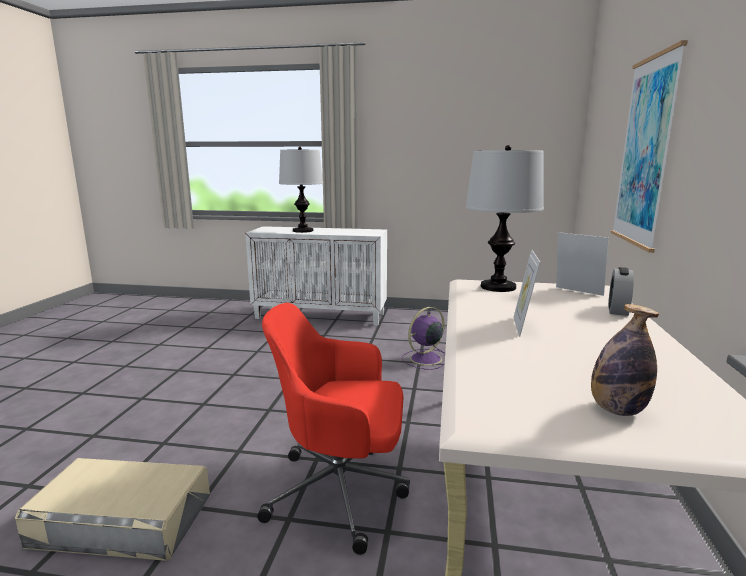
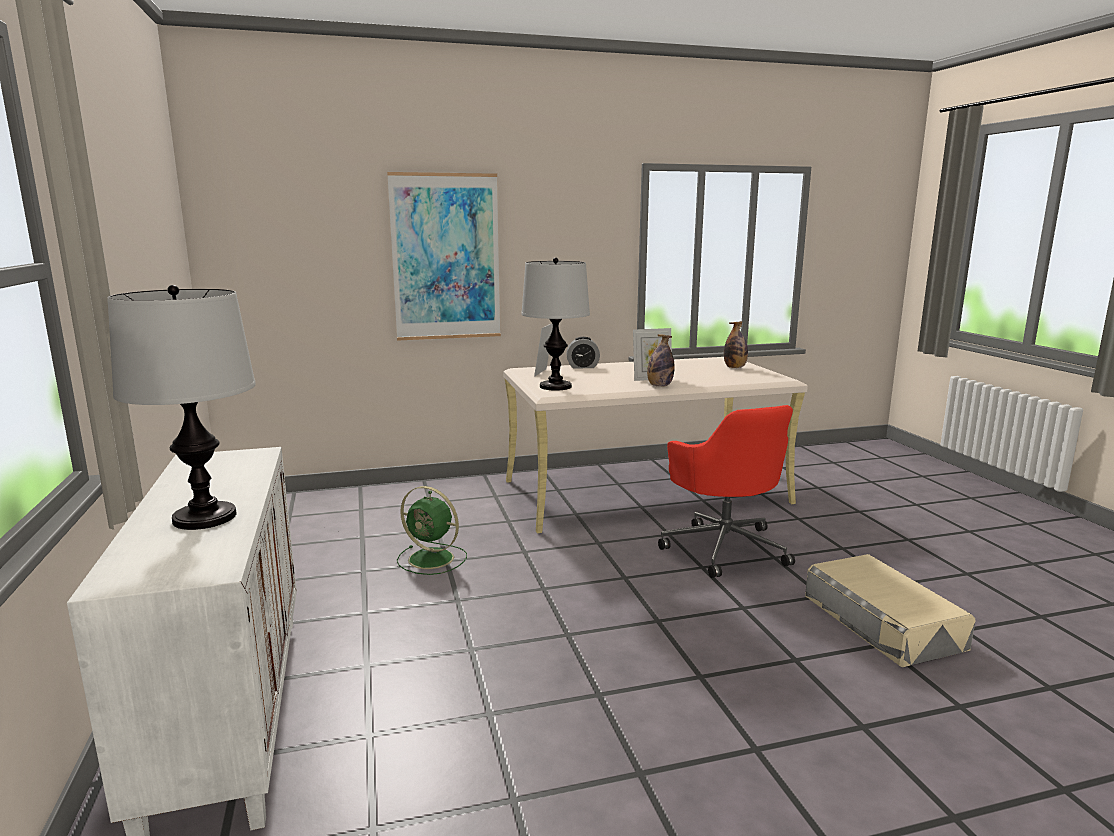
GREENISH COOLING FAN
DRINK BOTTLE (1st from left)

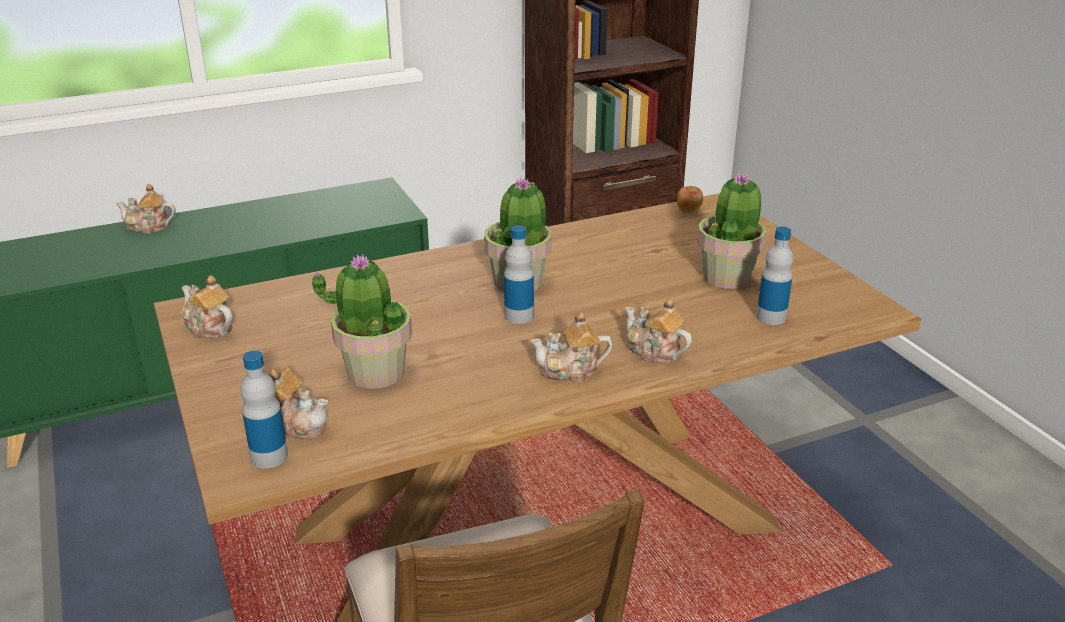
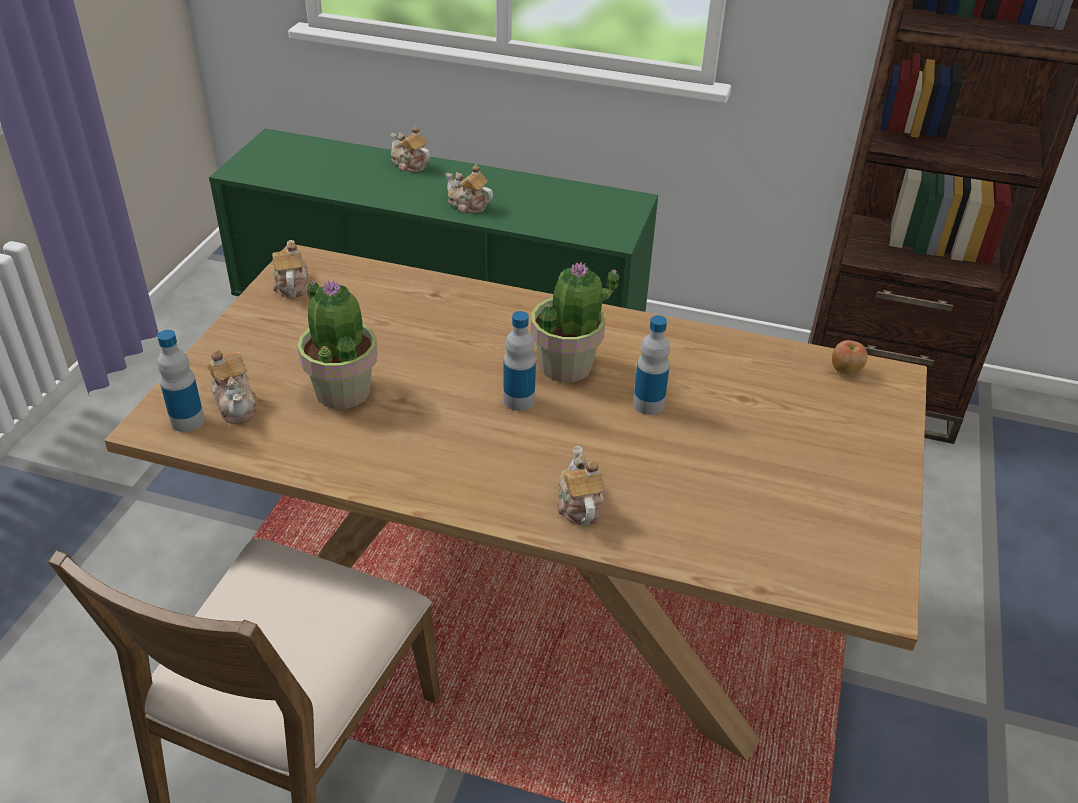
TEAPOT (4th from left)
POTTED PLANT (3rd from left in the first image)
DRINK BOTTLE (3rd from left)

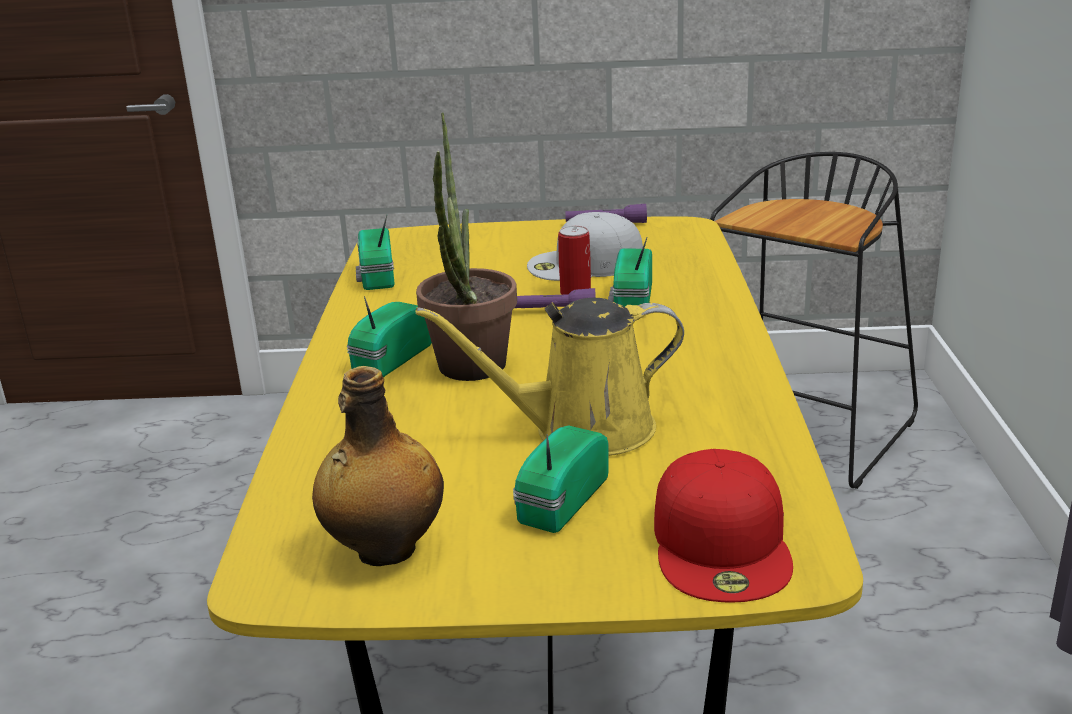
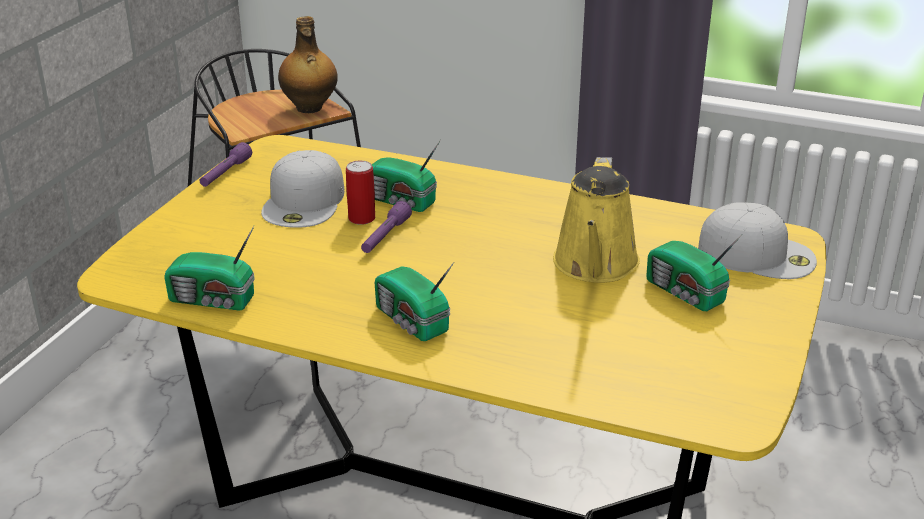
DRINK BOTTLE
POTTED PLANT
WHITE CAP (2nd from left)

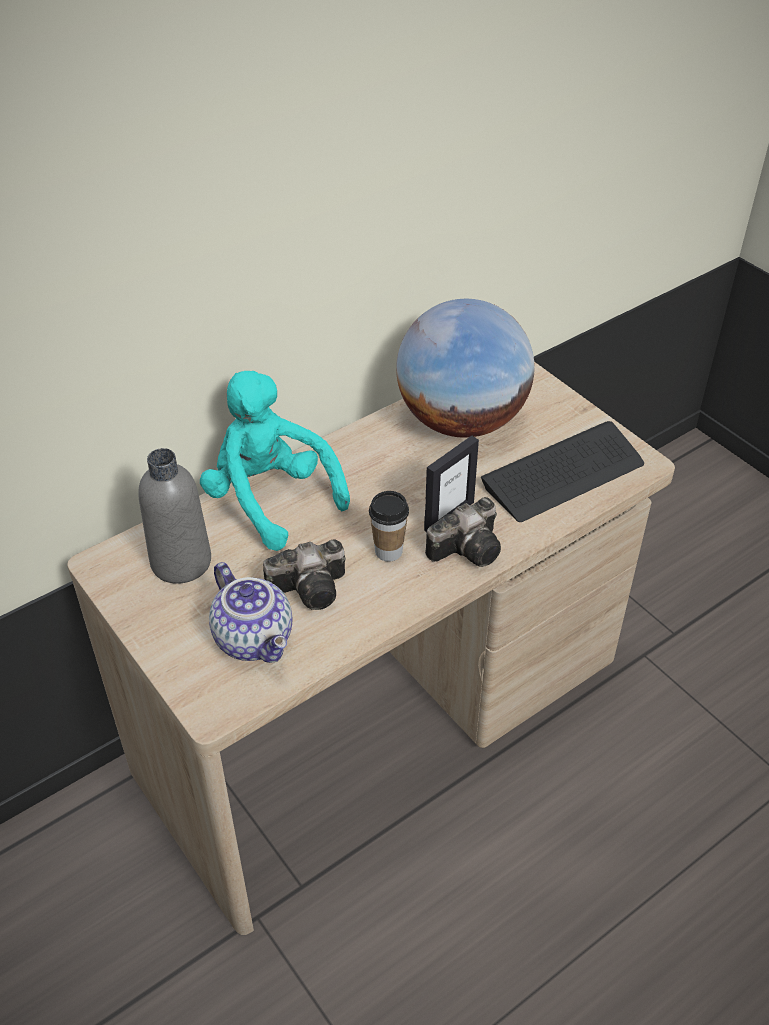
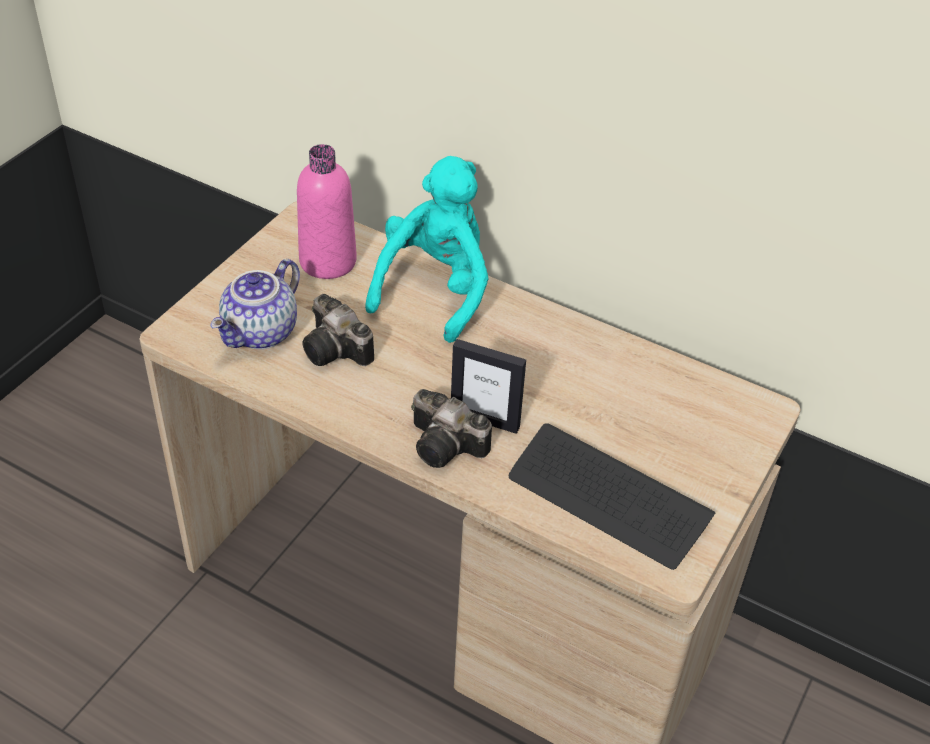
PINKISH DRINK BOTTLE
SMALL CUP
WORLD GLOBE

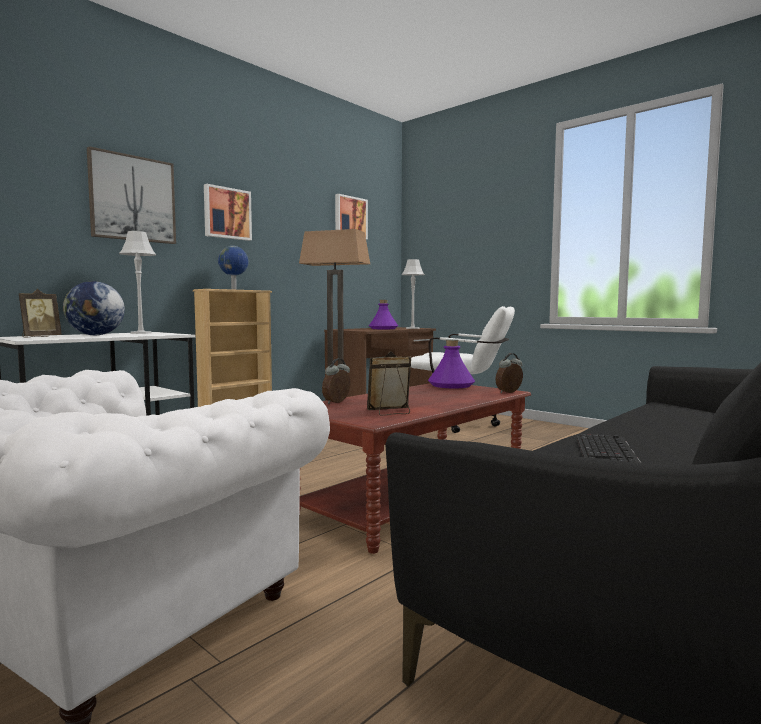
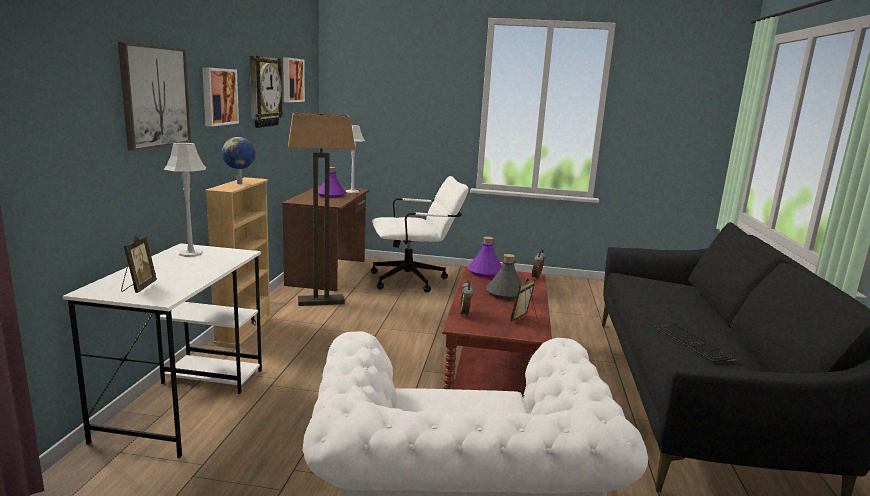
WORLD GLOBE (1st from left in the first image)
HANGING CLOCK
GREYISH DRINK BOTTLE

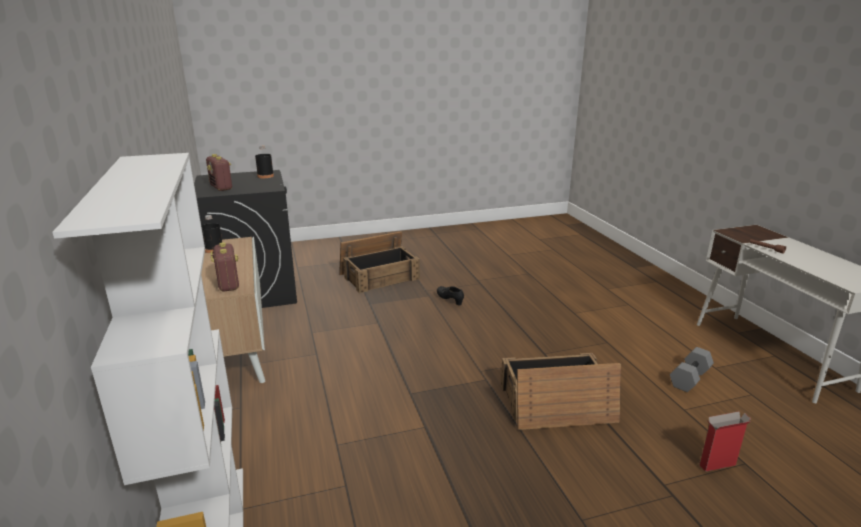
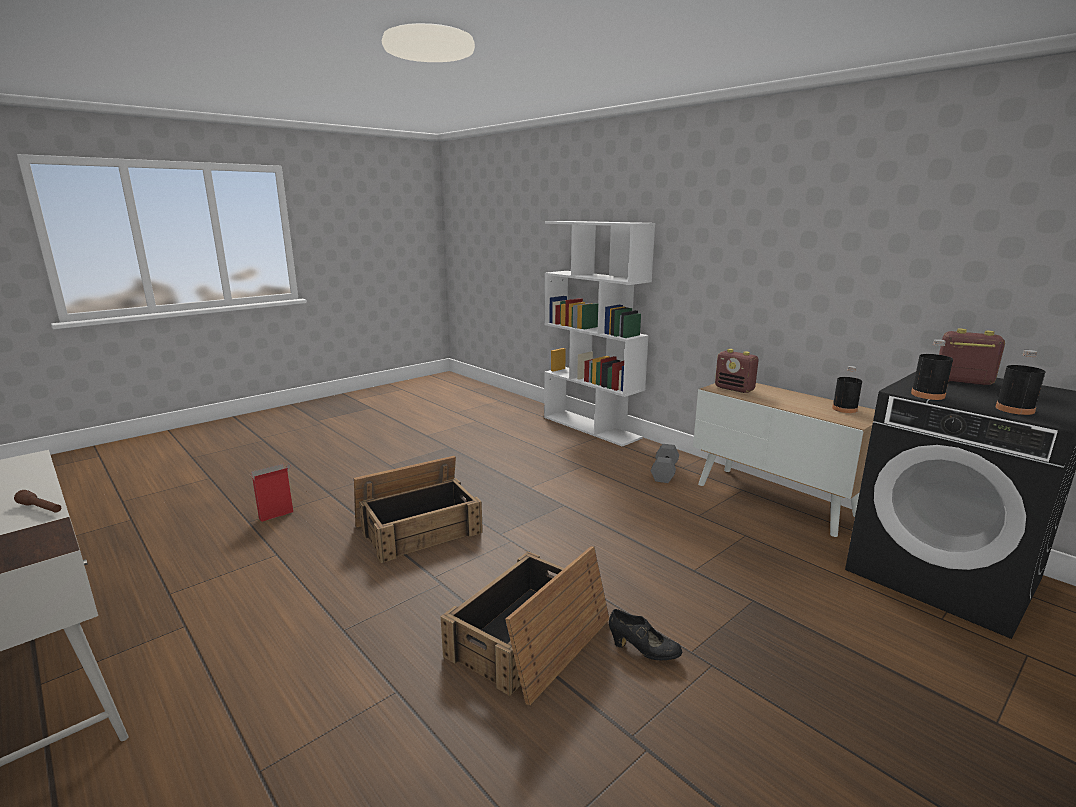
PACKING CRATE (2nd from left)
GREYISH DUMBBELL
BLACK-COLOURED DRINK BOTTLE (2nd from left)

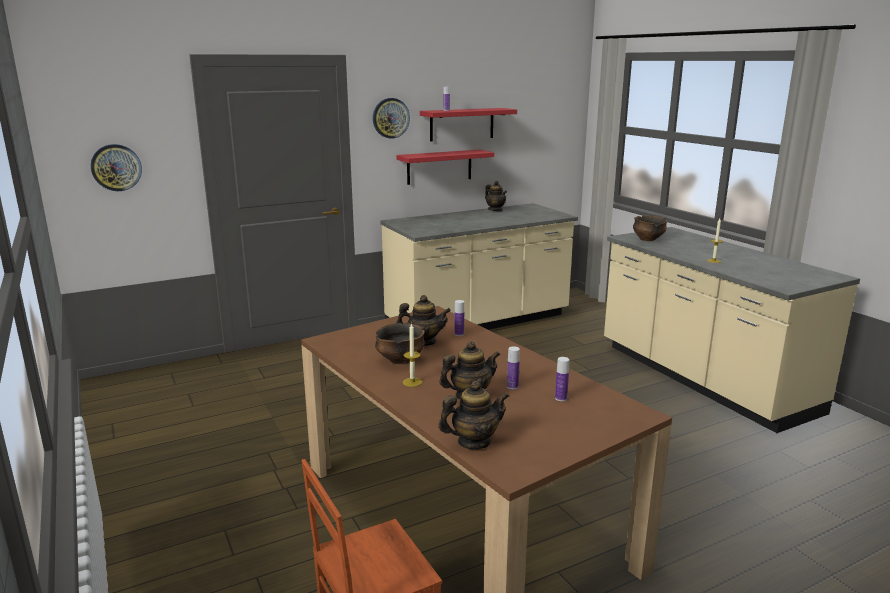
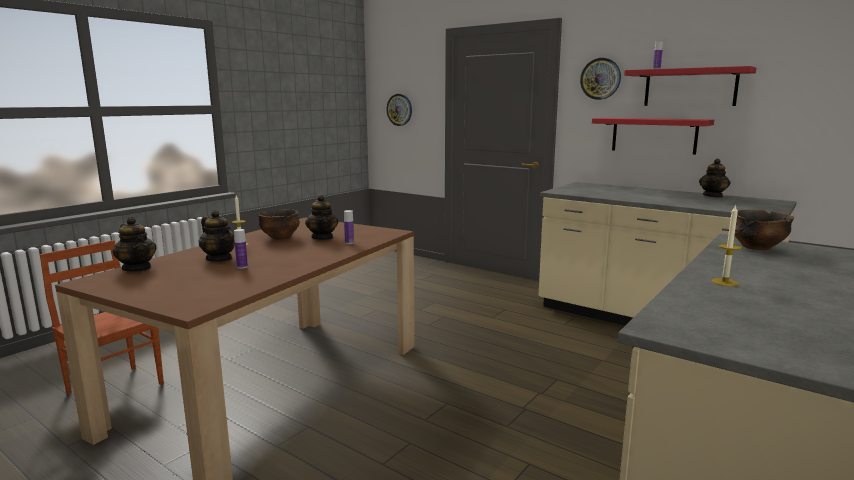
DRINK BOTTLE (4th from left in the first image)

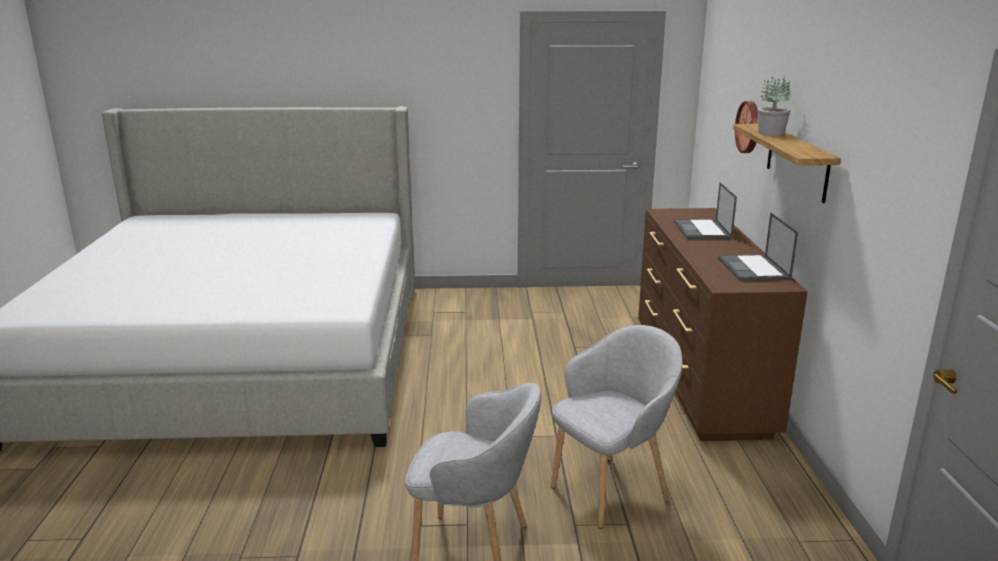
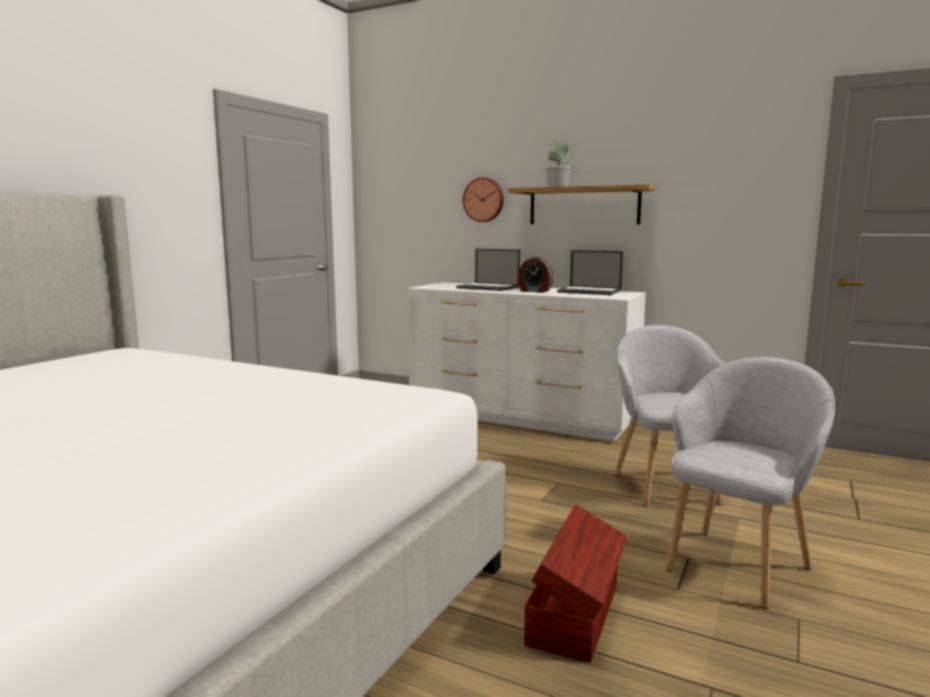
WHITE DRAWER CHEST
ALARM CLOCK
BROWNISH STORAGE CONTAINER

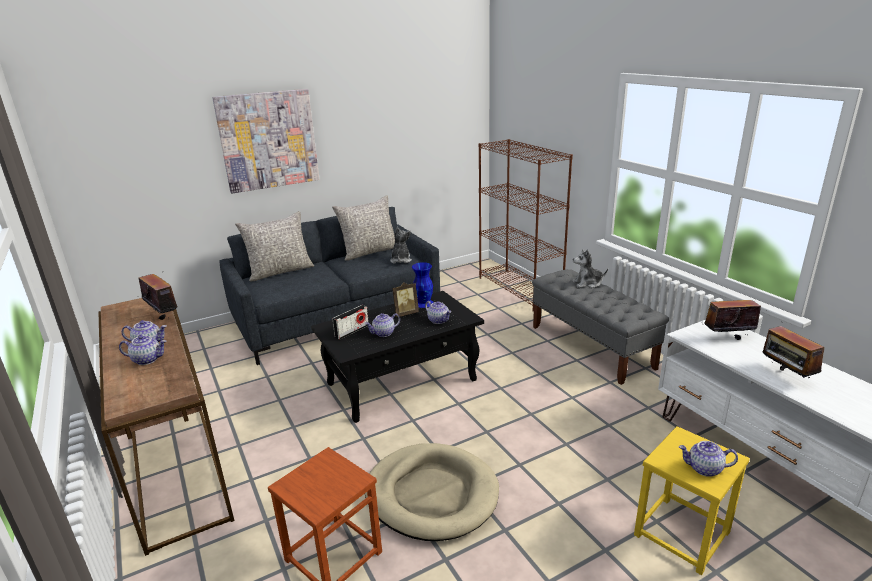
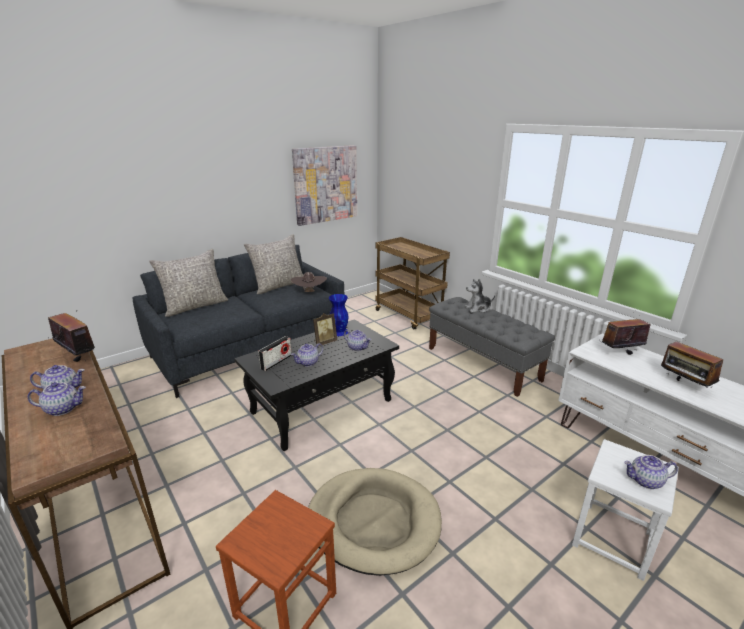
PICTURE
BROWNISH CLOTHING HAT
BROWNISH WHEELED CART
WHITE STOOL

